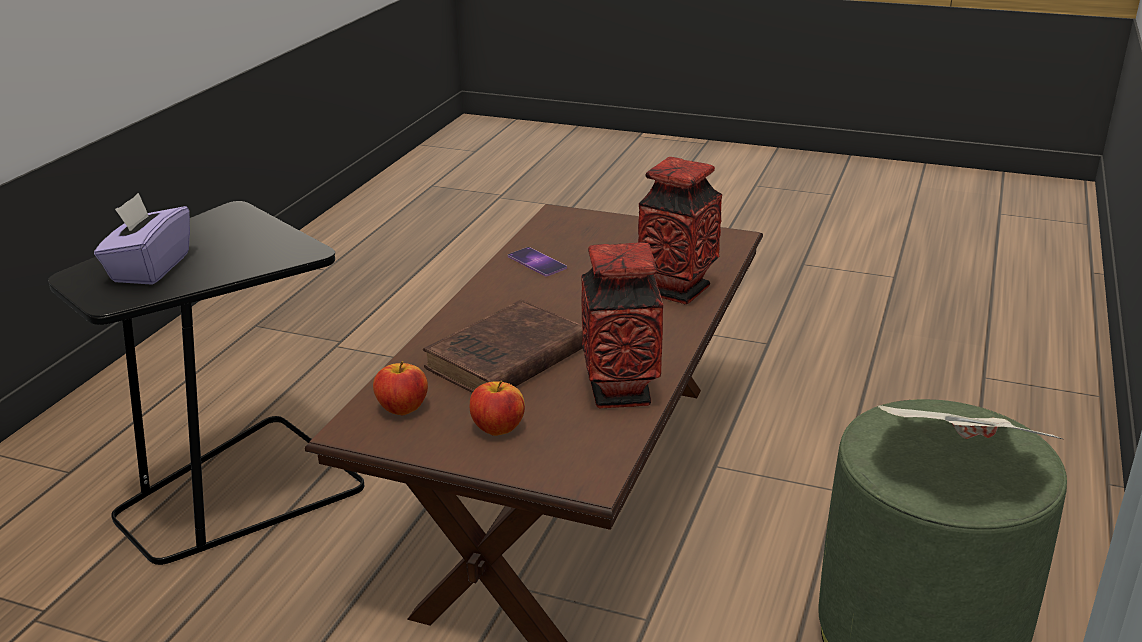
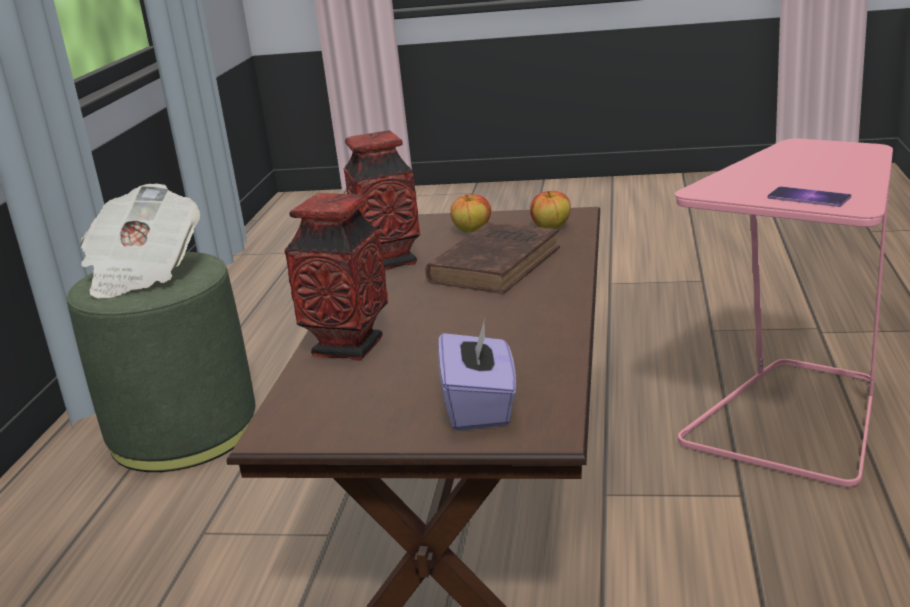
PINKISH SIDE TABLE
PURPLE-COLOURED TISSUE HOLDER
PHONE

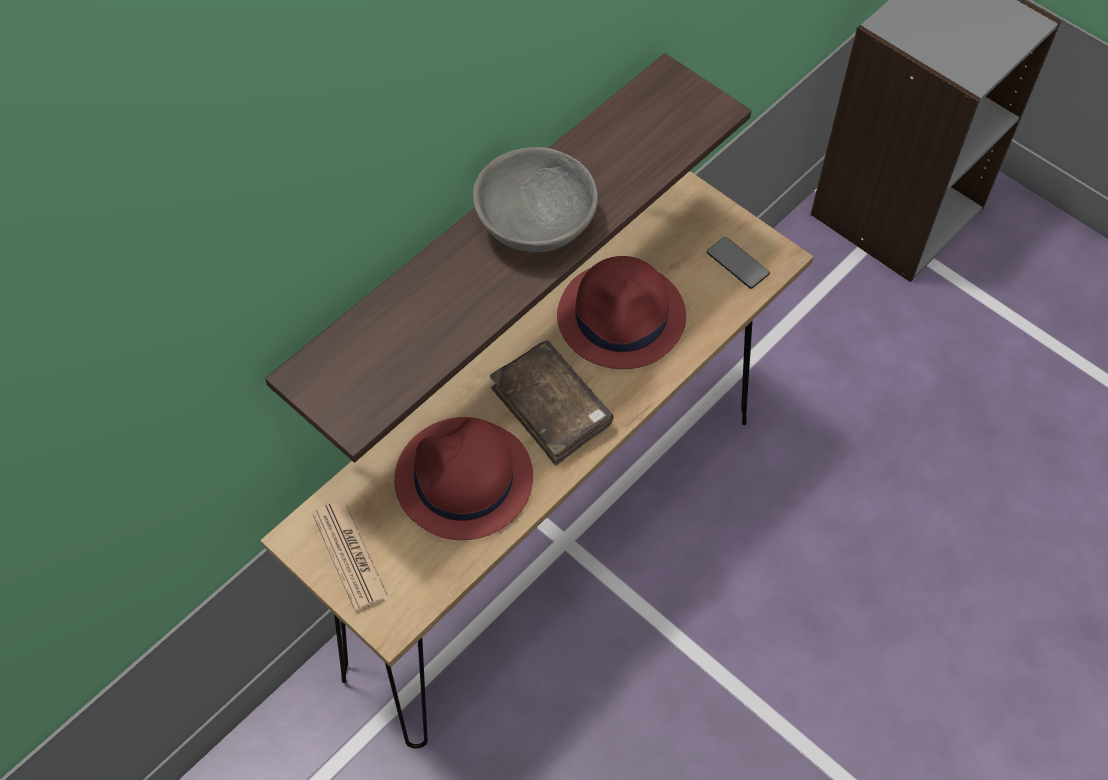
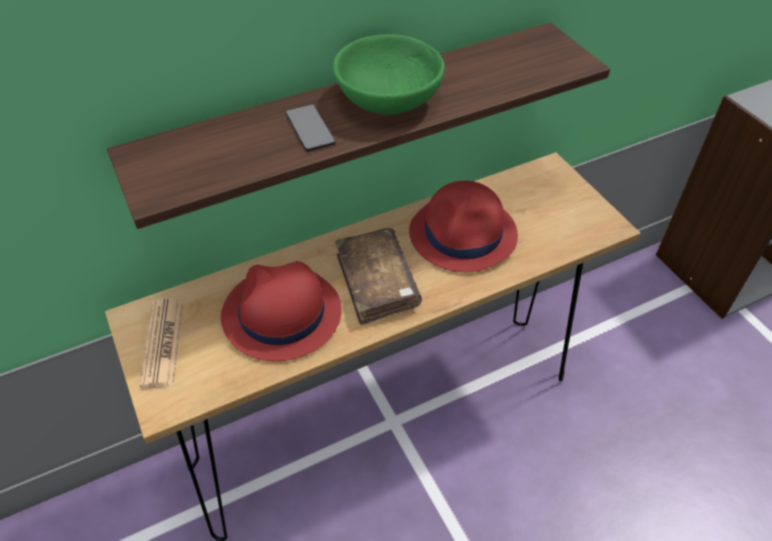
GREENISH DEEP DISH
PHONE

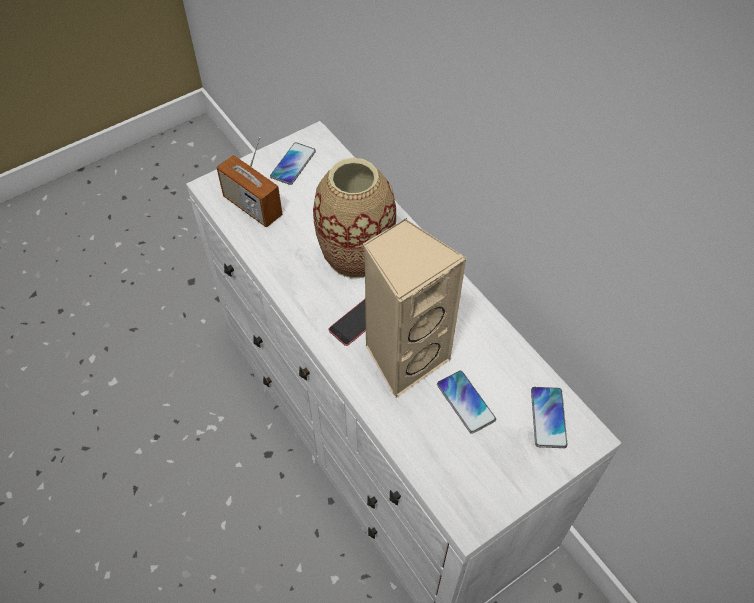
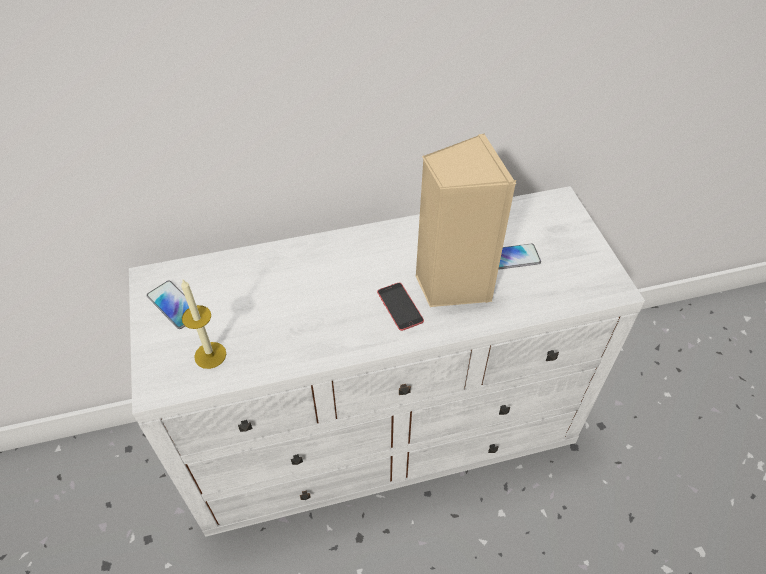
CANDLE
FLOWER VASE
PHONE (4th from left in the first image)

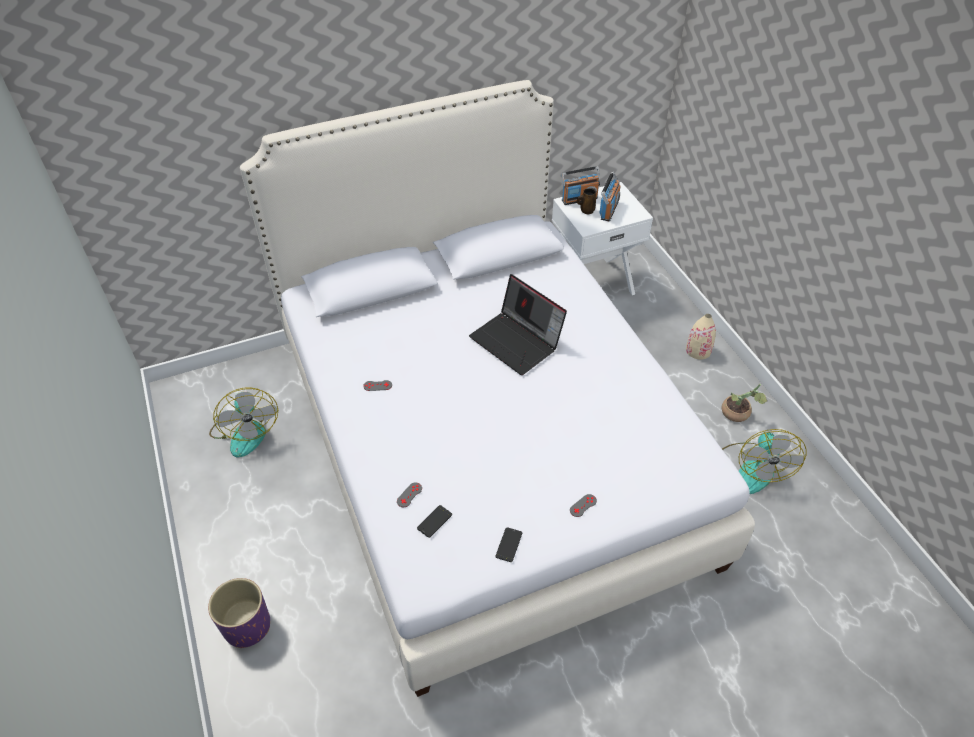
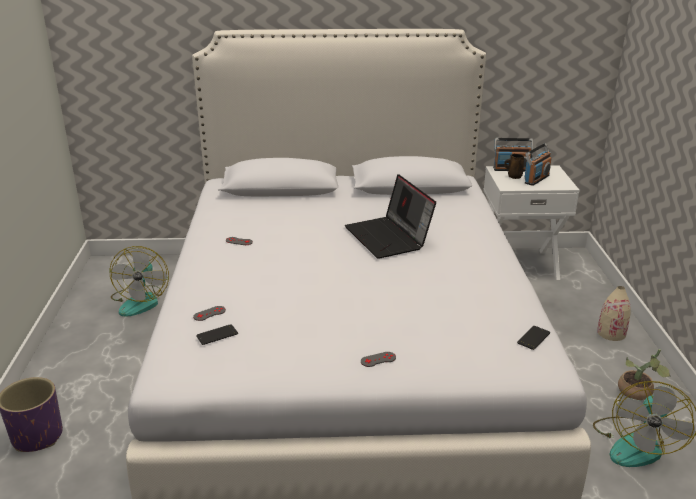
PHONE (2nd from left)

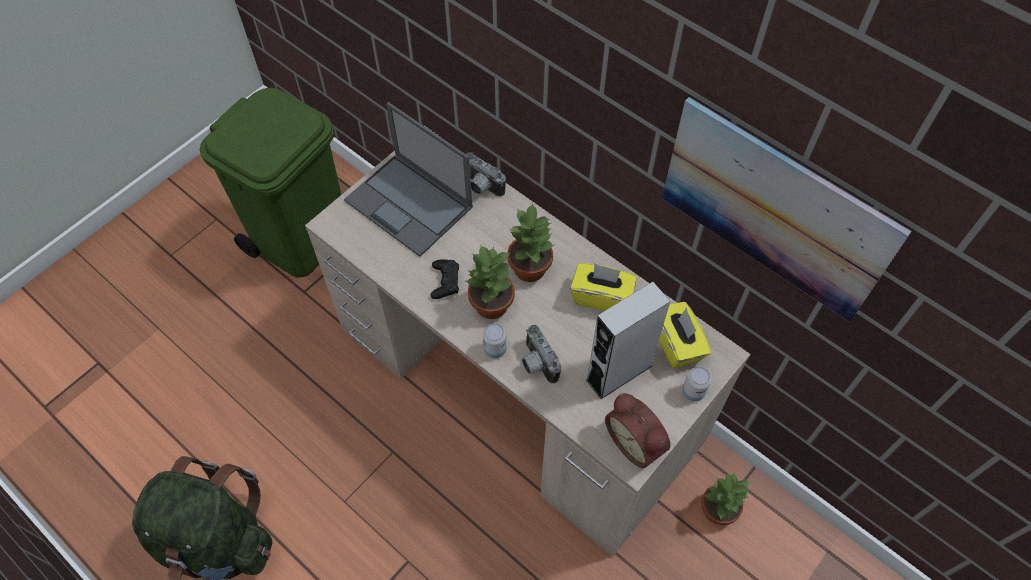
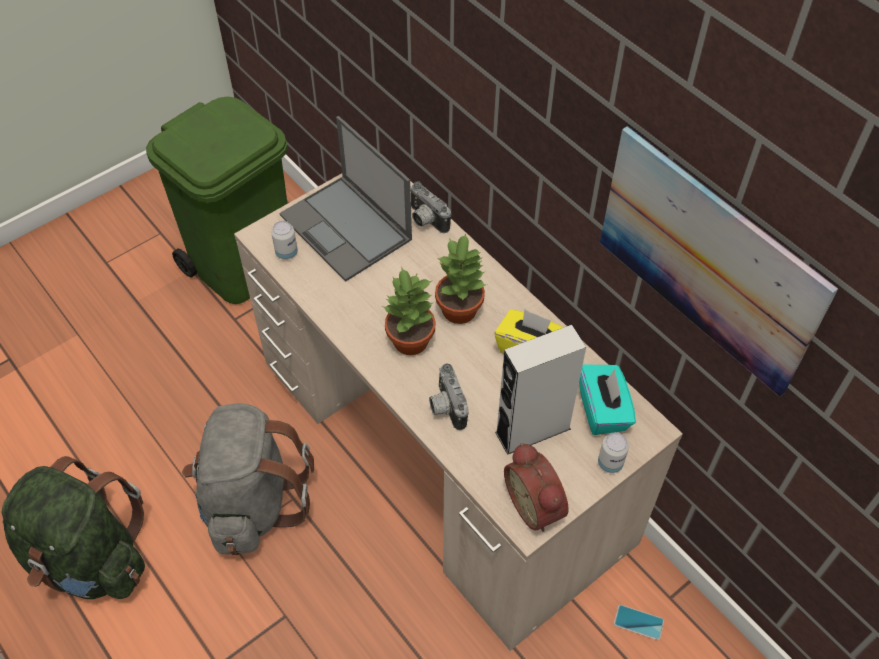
BLACK-COLOURED JOYPAD
SEALED CAN (1st from left)
TURQUOISE-COLOURED TISSUE HOLDER
PHONE
GREYISH KNAPSACK

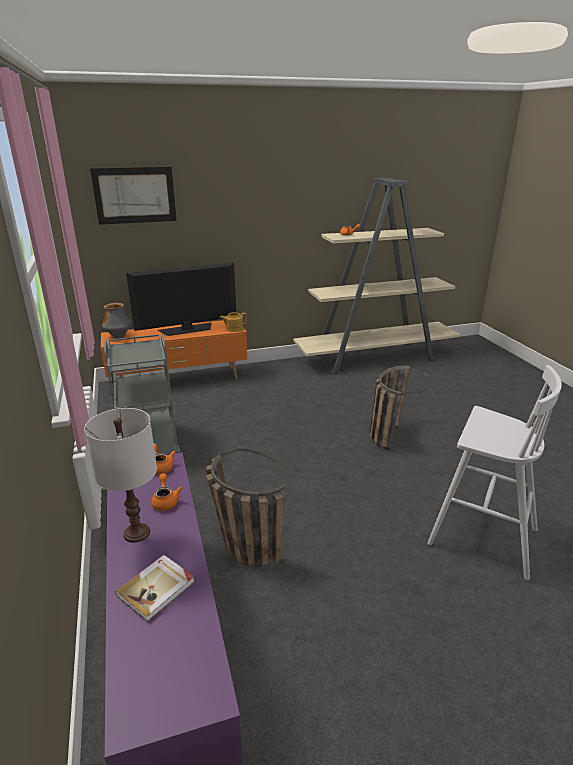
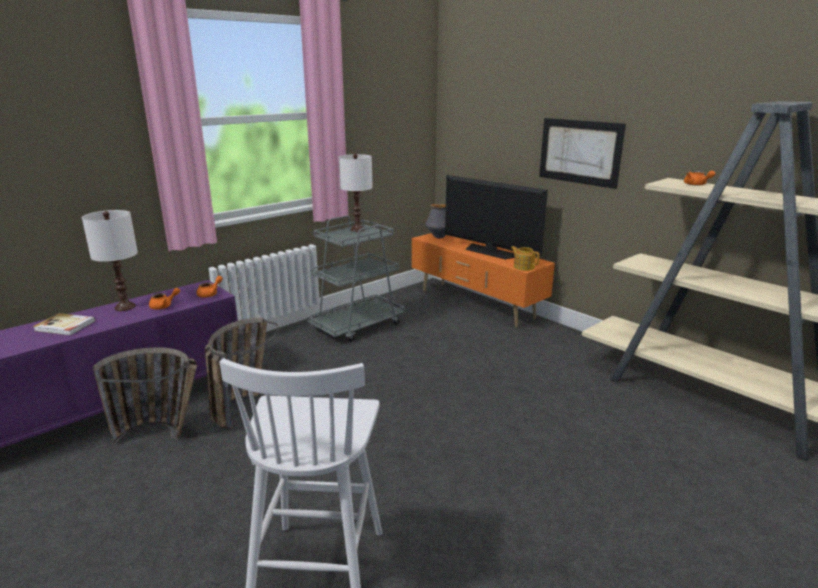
PICTURE
STORAGE BASKET (1st from left)
WHITE LAMP FOR A TABLE (2nd from left)

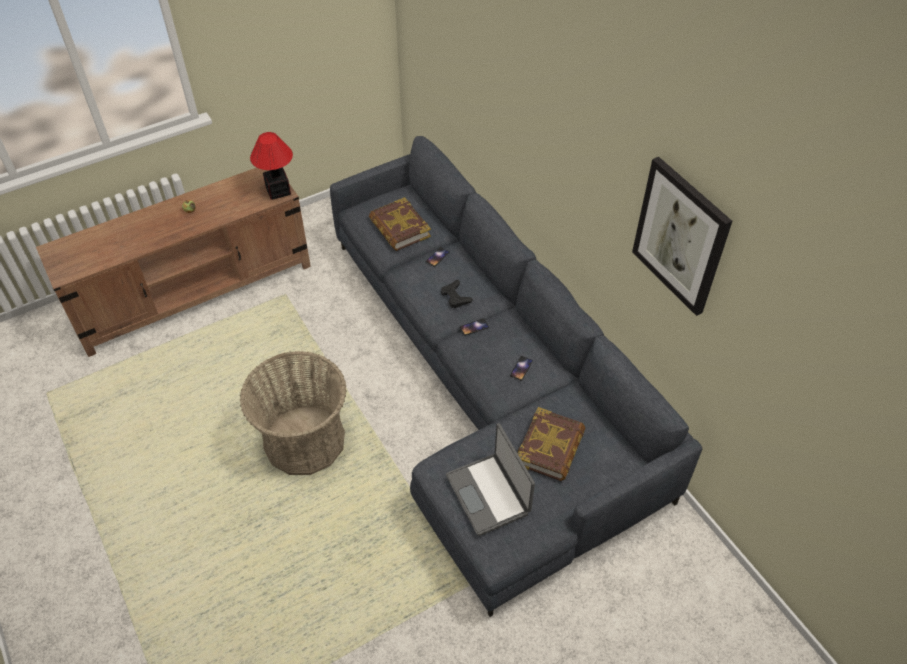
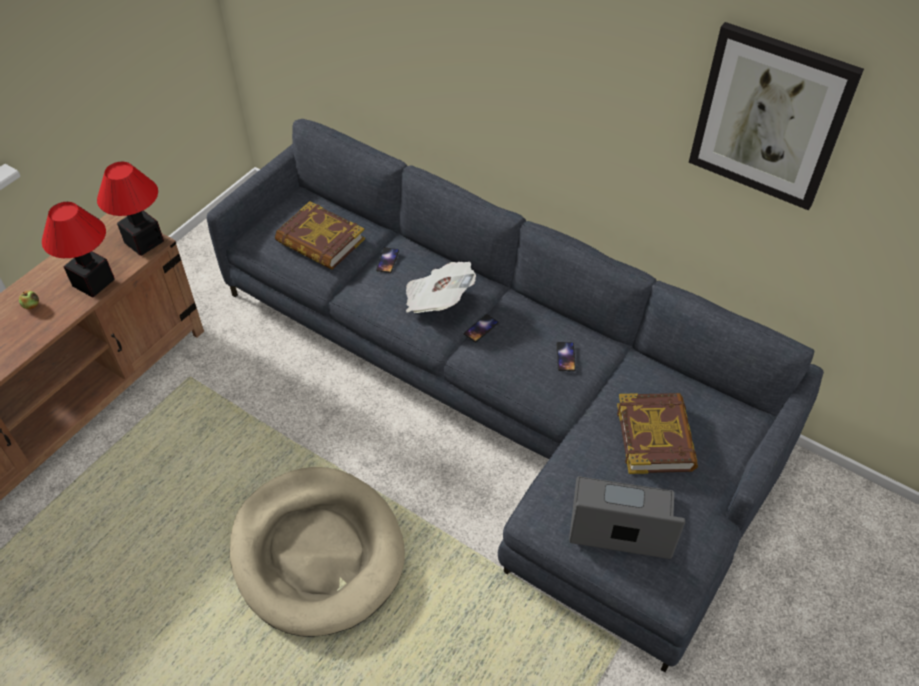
SAND-COLOURED DOG BED
PRINTED PAPER
PORTABLE COMPUTER
LAMP FOR A TABLE (1st from left)

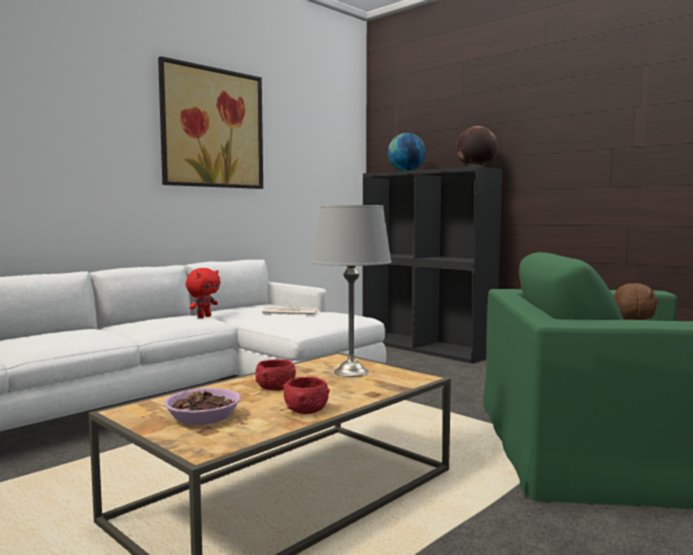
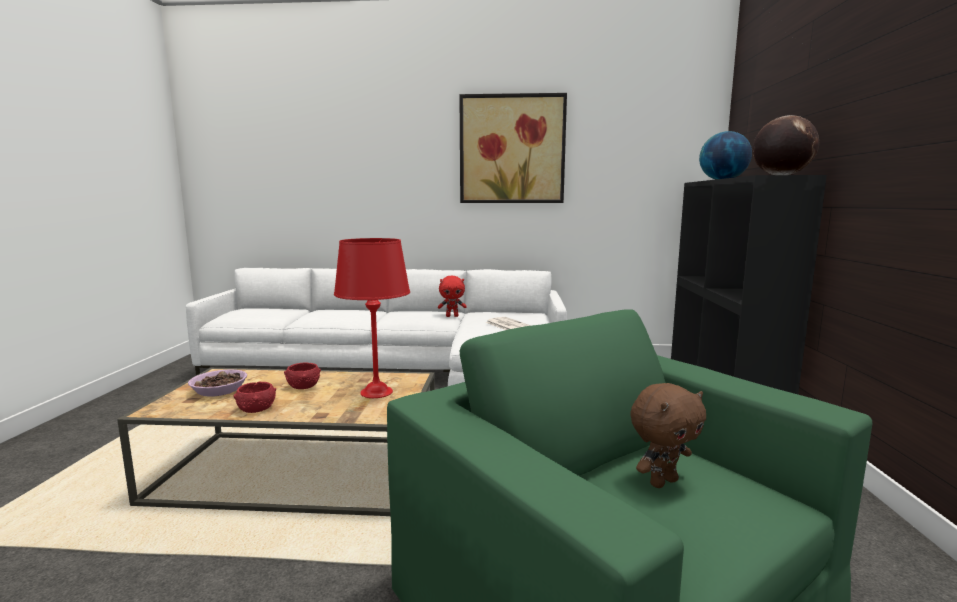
REDDISH LAMP FOR A TABLE

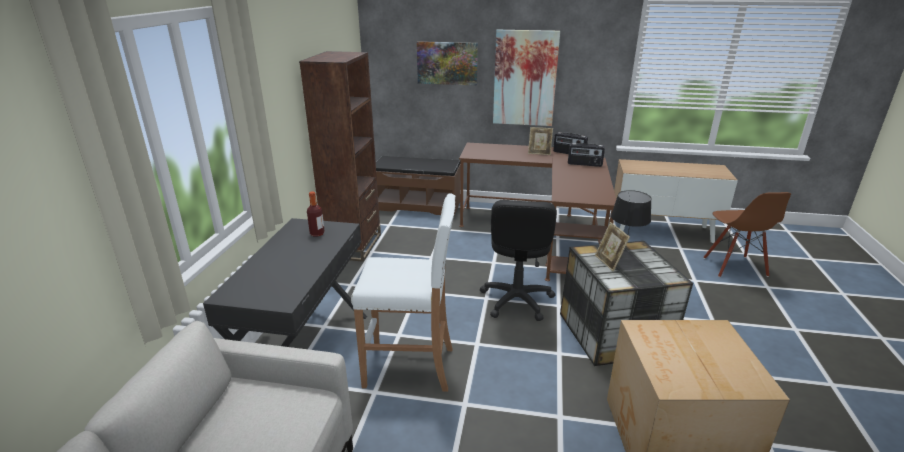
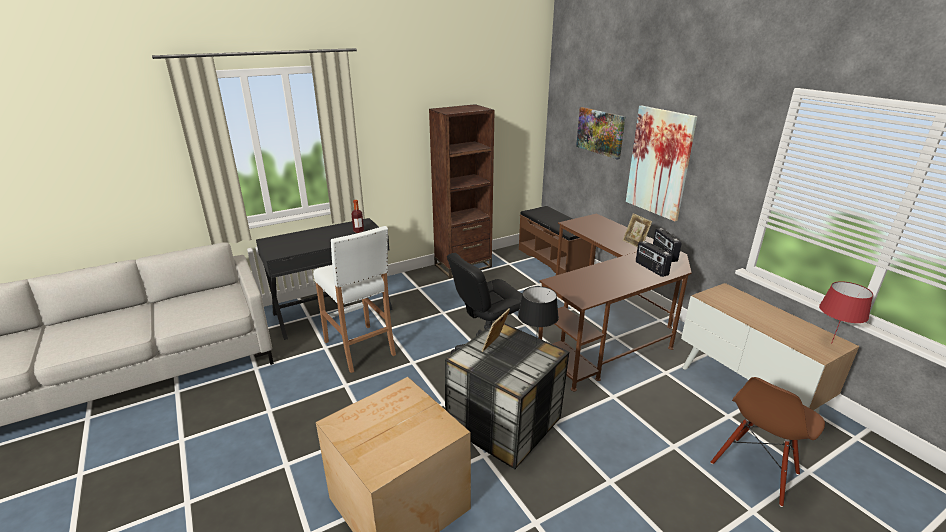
REDDISH LAMP FOR A TABLE

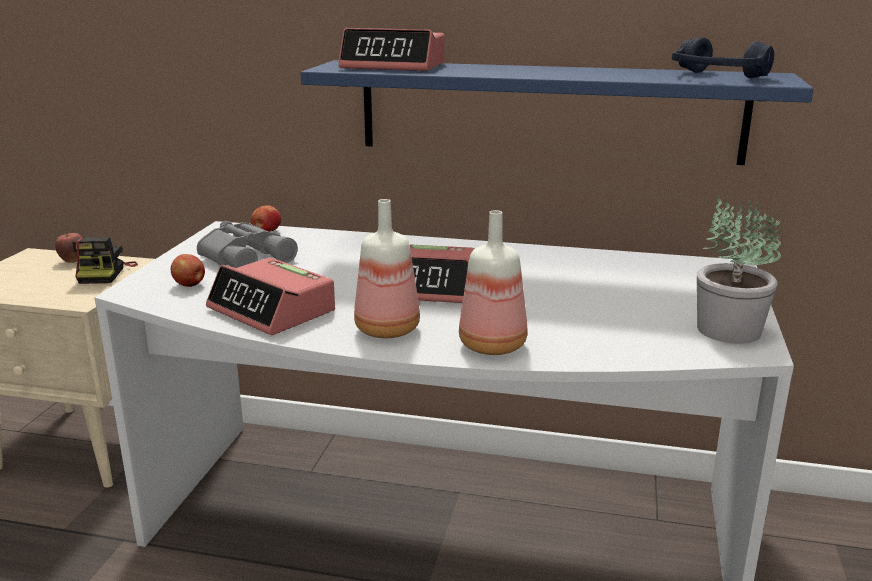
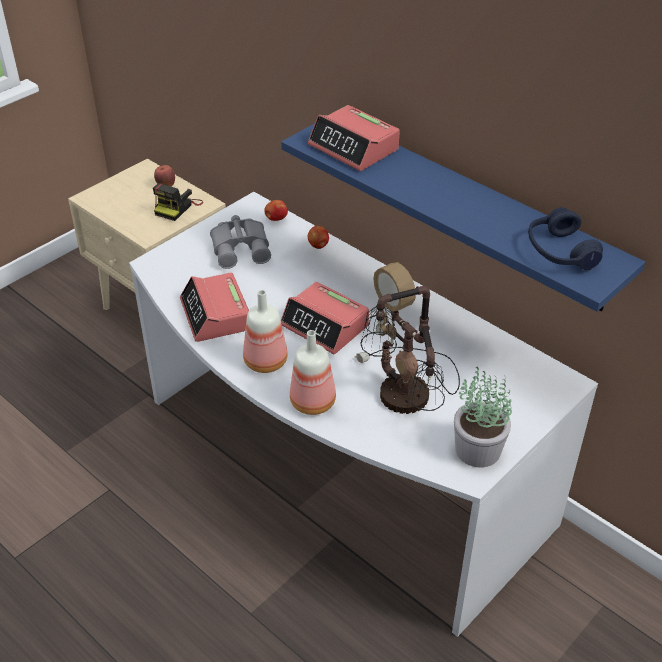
APPLE FRUIT (3rd from left)
LAMP FOR A TABLE

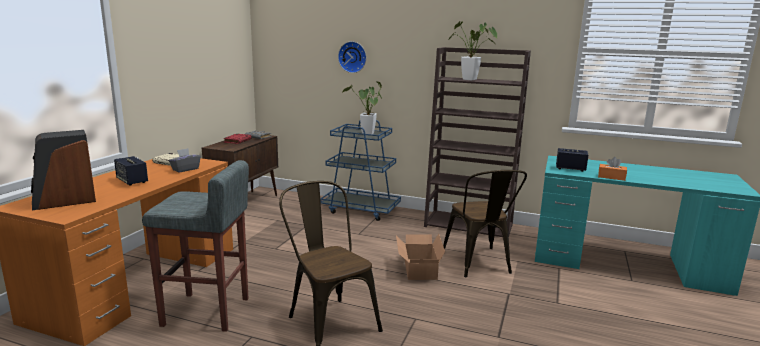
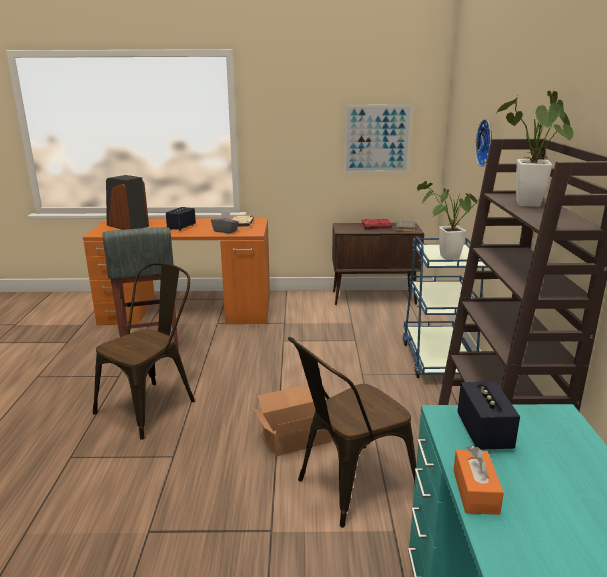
PICTURE

